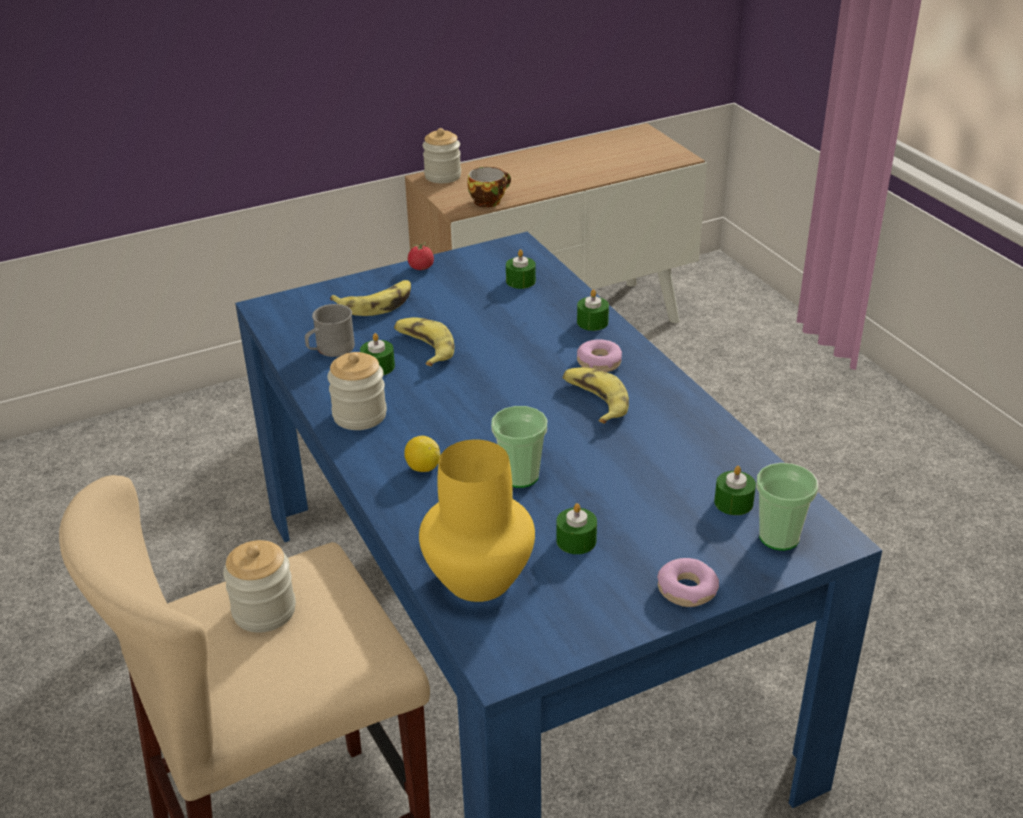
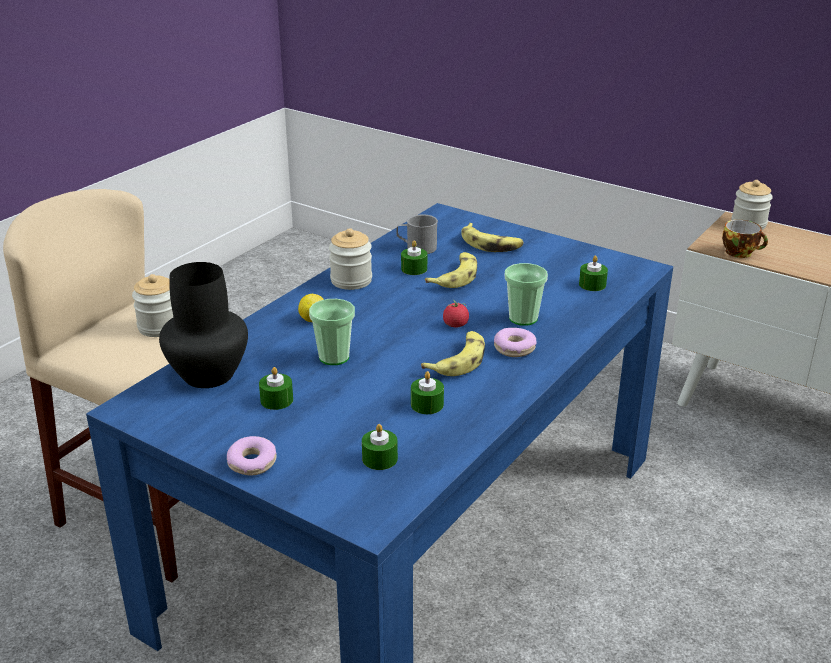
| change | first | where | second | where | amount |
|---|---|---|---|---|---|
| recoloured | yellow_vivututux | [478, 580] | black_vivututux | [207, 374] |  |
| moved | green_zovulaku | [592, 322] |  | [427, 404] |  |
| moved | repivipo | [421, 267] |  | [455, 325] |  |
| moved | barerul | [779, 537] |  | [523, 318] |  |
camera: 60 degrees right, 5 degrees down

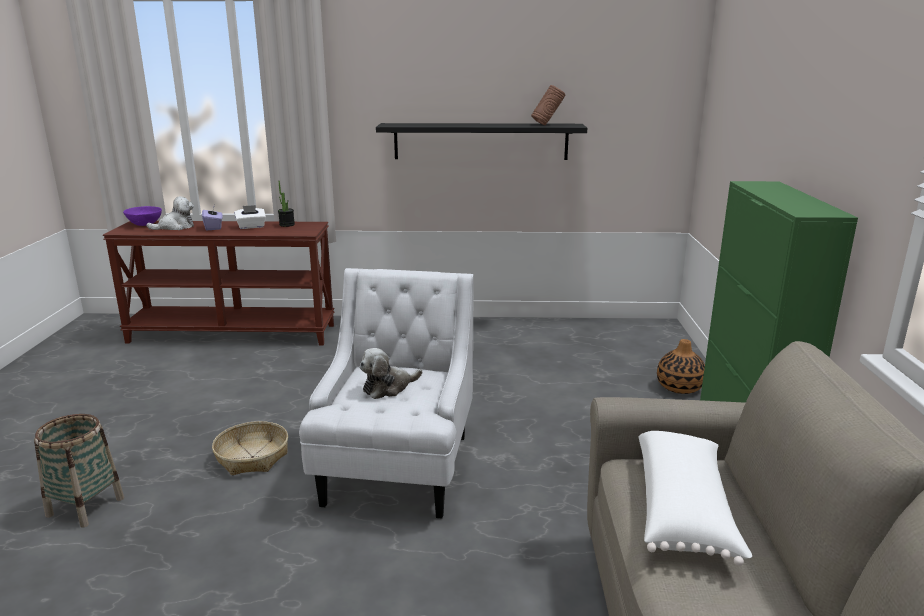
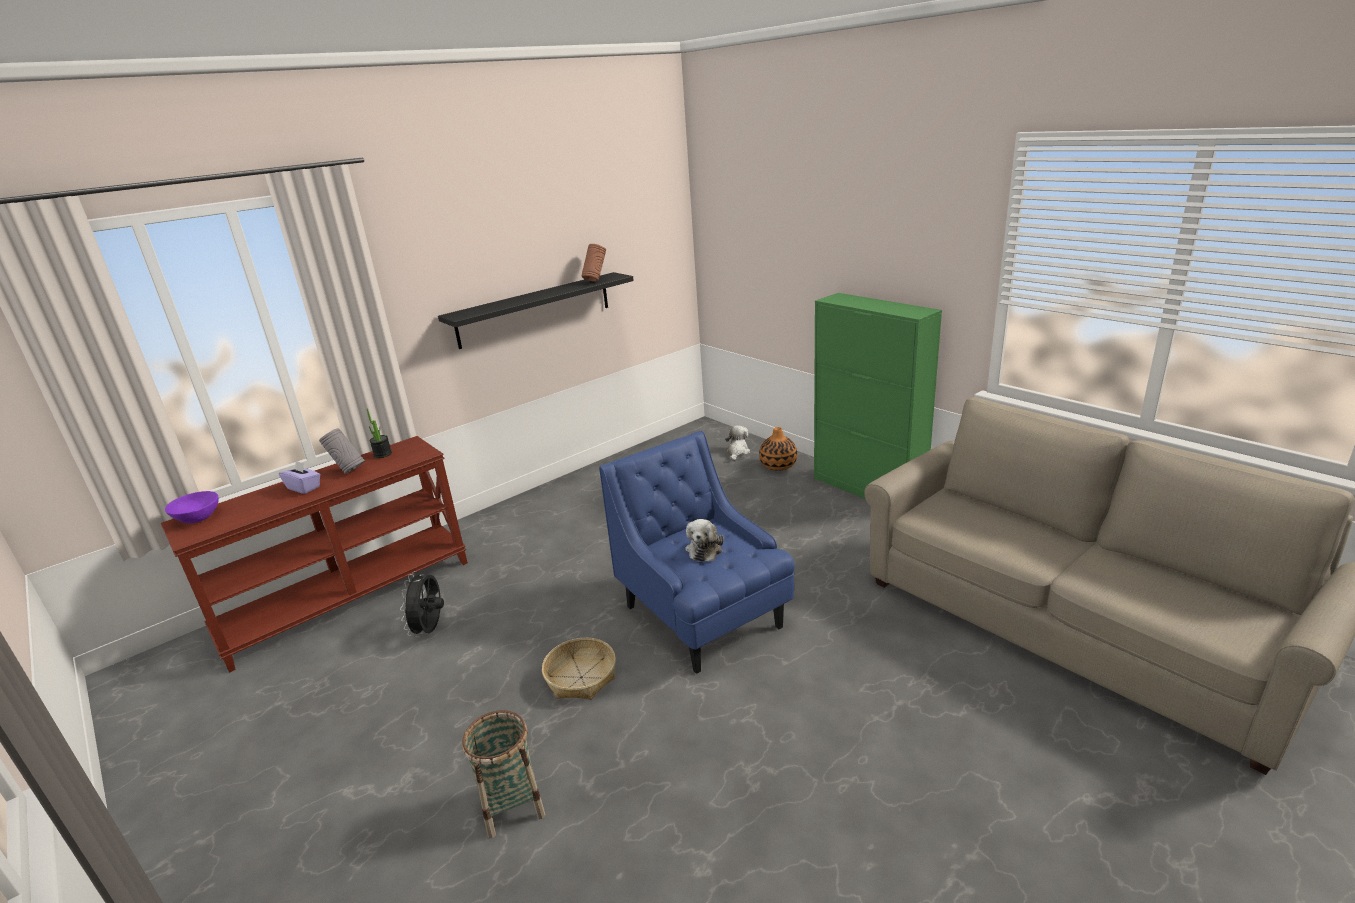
| change | first | where | second | where | amount |
|---|---|---|---|---|---|
| replaced | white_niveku | [251, 227] | grey_vivututux | [348, 470] |  |
| added |  |  | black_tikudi | [431, 630] |  |
| recoloured | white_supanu | [397, 470] | blue_supanu | [704, 618] |  |
| moved | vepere | [175, 227] |  | [737, 452] |  |
| removed | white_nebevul | [684, 511] |  |  |  |
camera: 40 degrees left, 5 degrees up

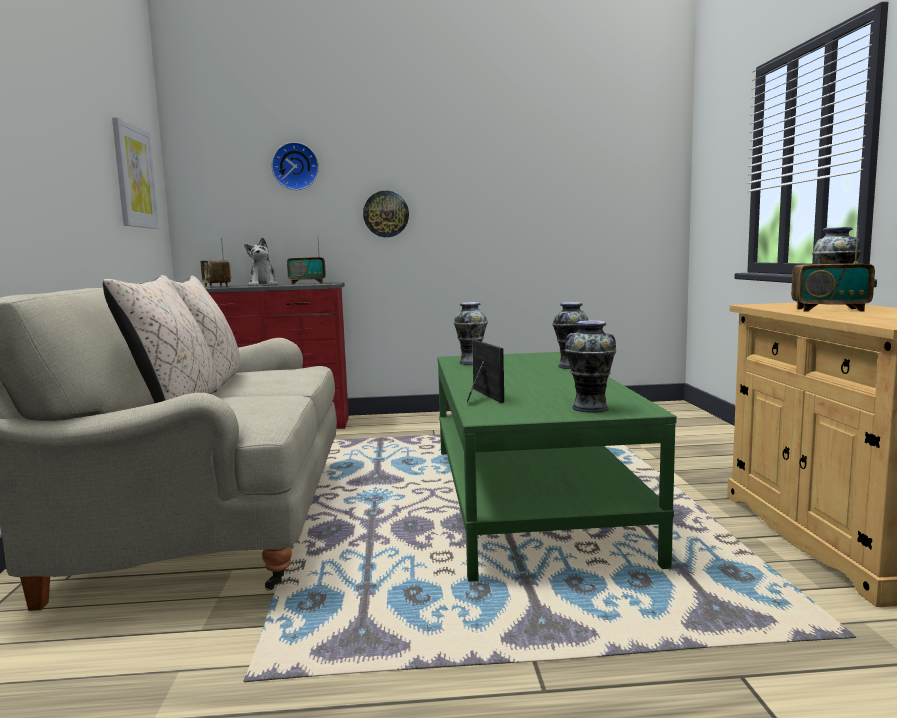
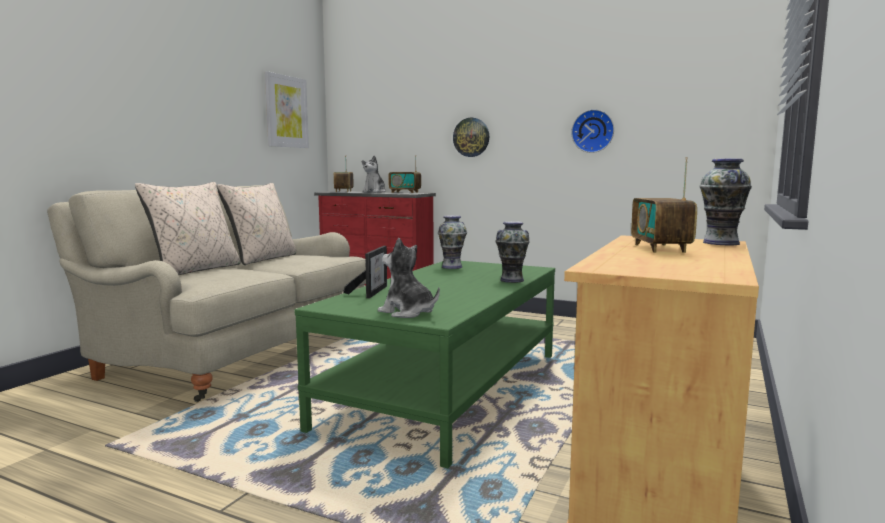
| change | first | where | second | where | amount |
|---|---|---|---|---|---|
| replaced | vivututux | [590, 408] | vepere | [407, 312] |  |
| moved | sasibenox | [295, 166] |  | [593, 131] |  |
| turned | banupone | [829, 310] |  | [660, 248] | 45 degrees clockwise |
camera: 30 degrees right, 0 degrees up

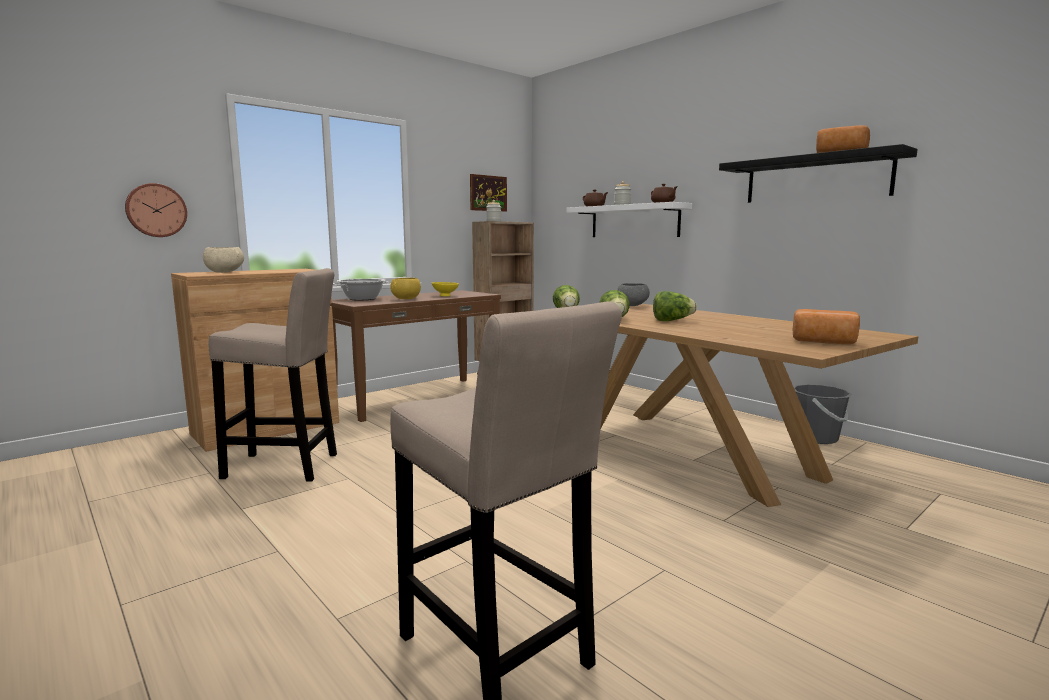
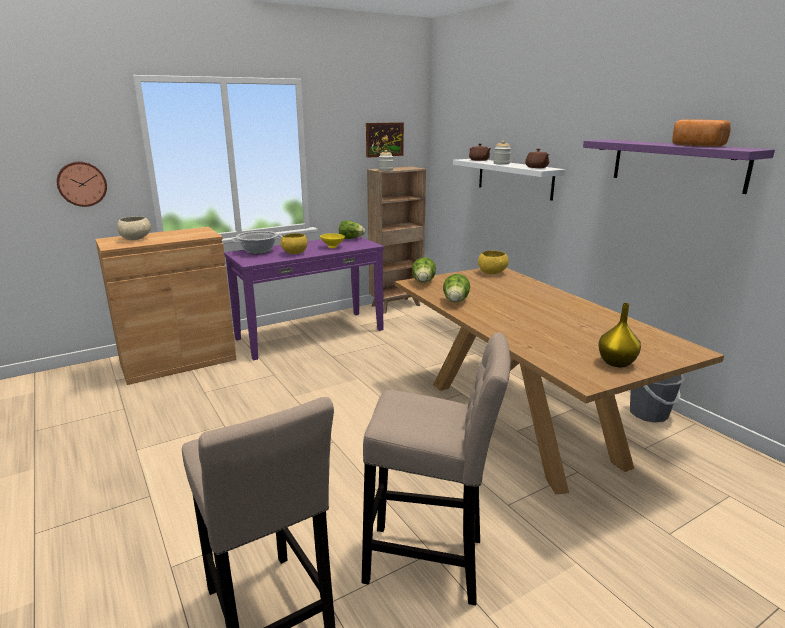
| change | first | where | second | where | amount |
|---|---|---|---|---|---|
| recoloured | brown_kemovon | [418, 398] | purple_kemovon | [310, 334] |  |
| moved | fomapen | [672, 320] |  | [351, 239] |  |
| moved | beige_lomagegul | [287, 467] |  | [431, 563] |  |
| recoloured | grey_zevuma | [632, 306] | yellow_zevuma | [492, 273] |  |
| recoloured | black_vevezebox | [816, 179] | purple_vevezebox | [677, 164] |  |
| replaced | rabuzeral | [823, 342] | yellow_vivututux | [616, 362] |  |
camera: 10 degrees right, 10 degrees up

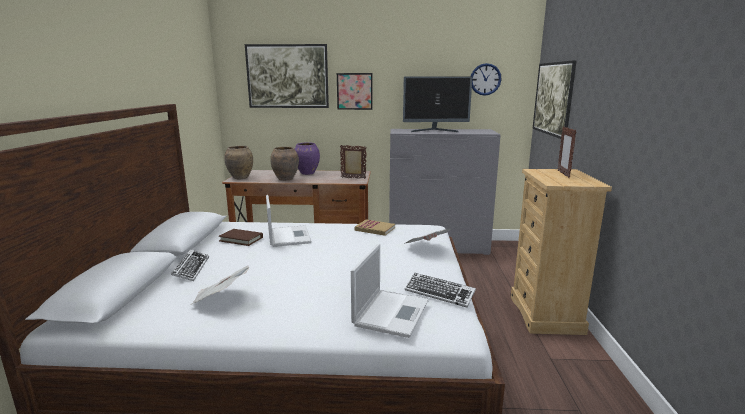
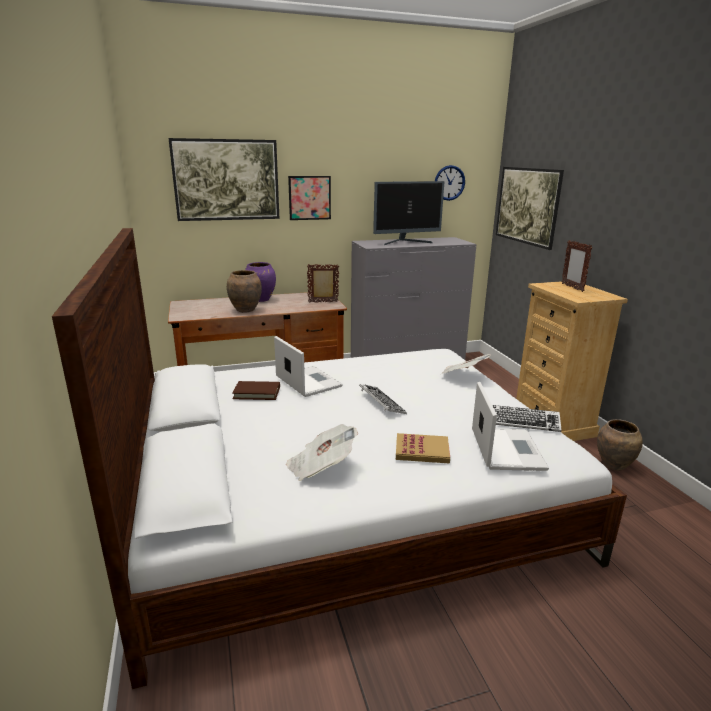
| change | first | where | second | where | amount |
|---|---|---|---|---|---|
| moved | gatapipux | [191, 268] |  | [381, 403] |  |
| moved | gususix | [375, 229] |  | [422, 451] |  |
| moved | brown_vivututux | [240, 178] |  | [614, 465] |  |
camera: 20 degrees left, 5 degrees up

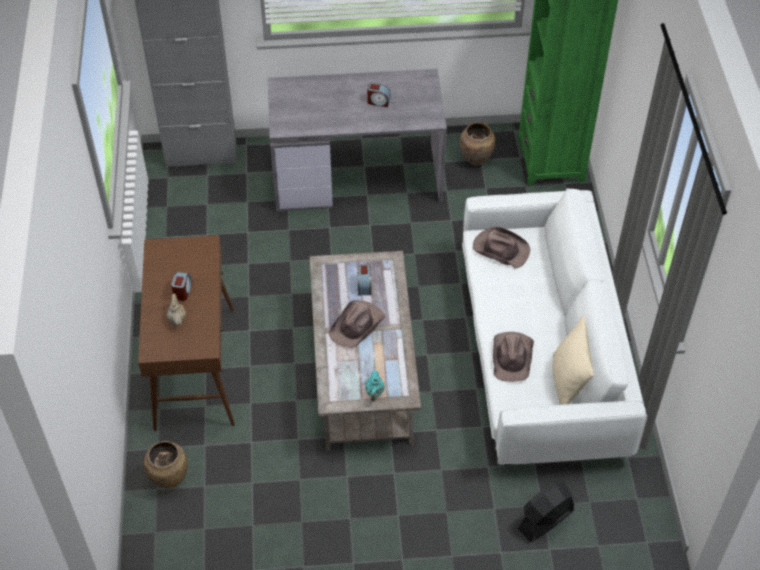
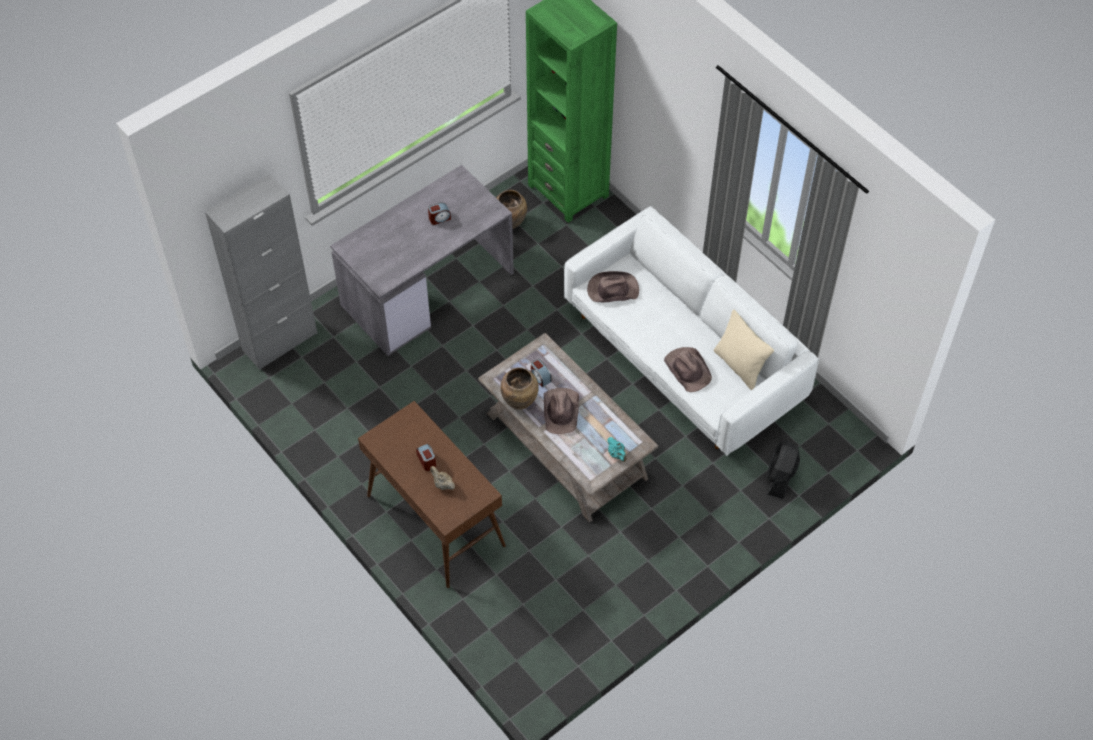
| change | first | where | second | where | amount |
|---|---|---|---|---|---|
| moved | brown_vivututux | [170, 479] |  | [520, 402] |  |
camera: 35 degrees left, 5 degrees up

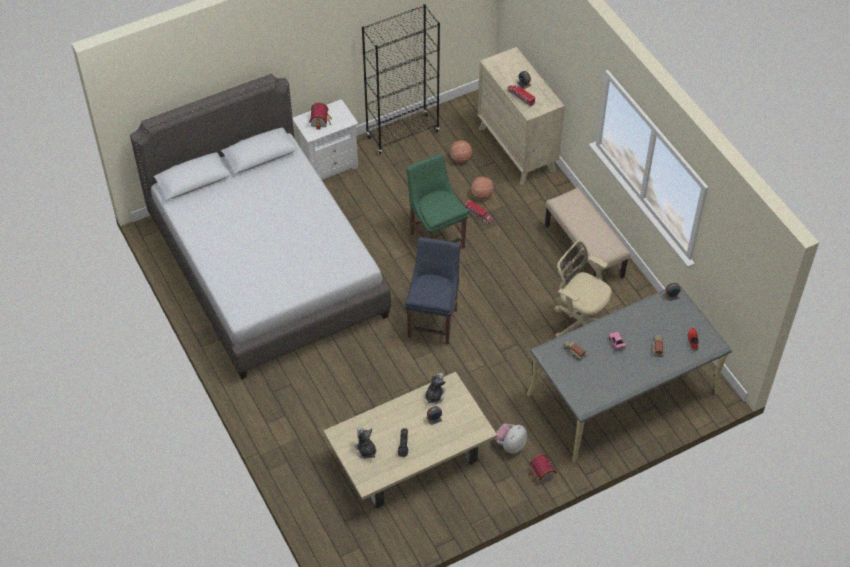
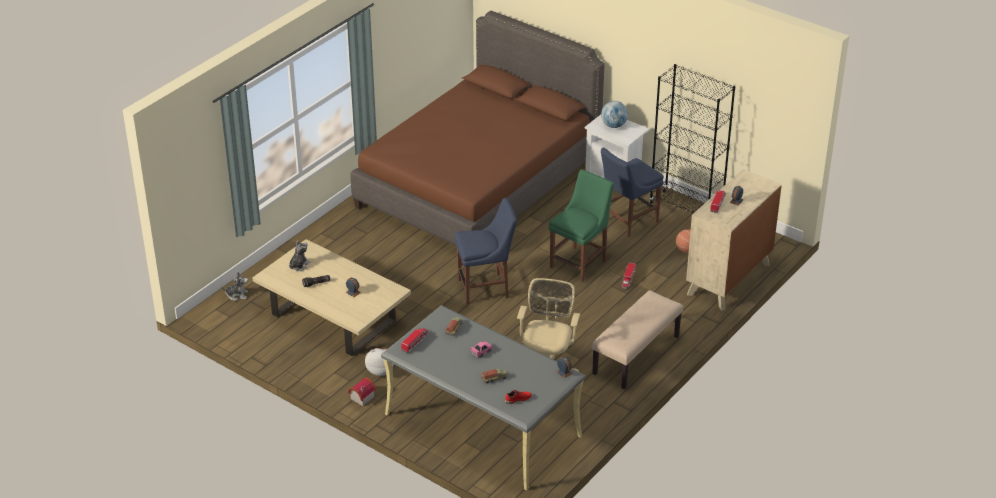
| change | first | where | second | where | amount |
|---|---|---|---|---|---|
| moved | vepere | [434, 395] |  | [237, 295] |  |
| recoloured | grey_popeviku | [267, 267] | brown_popeviku | [477, 184] |  |
| added |  |  | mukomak | [415, 342] |  |
| replaced | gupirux | [320, 121] | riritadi | [614, 125] |  |
| added |  |  | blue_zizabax | [627, 222] |  |
| removed | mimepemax | [482, 195] |  |  |  |
camera: 65 degrees right, 15 degrees down

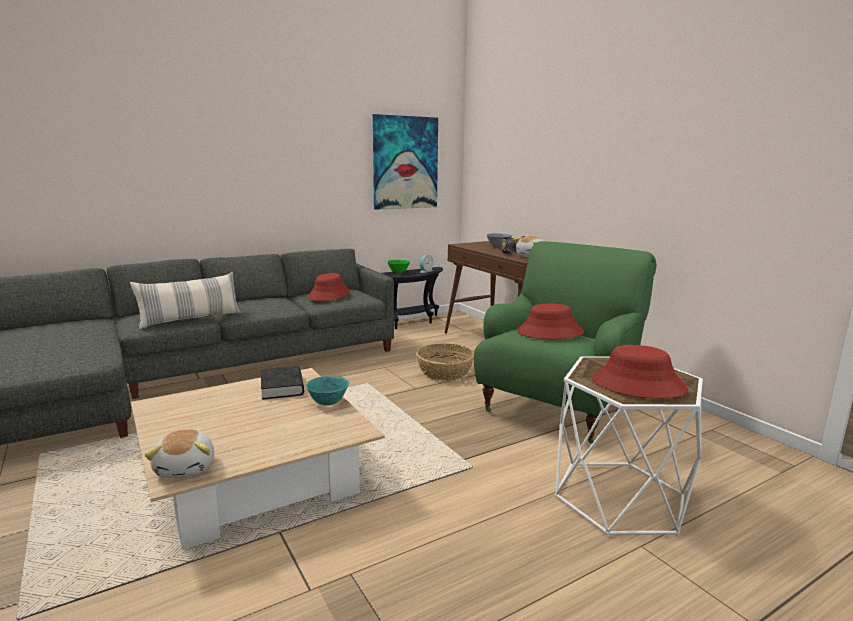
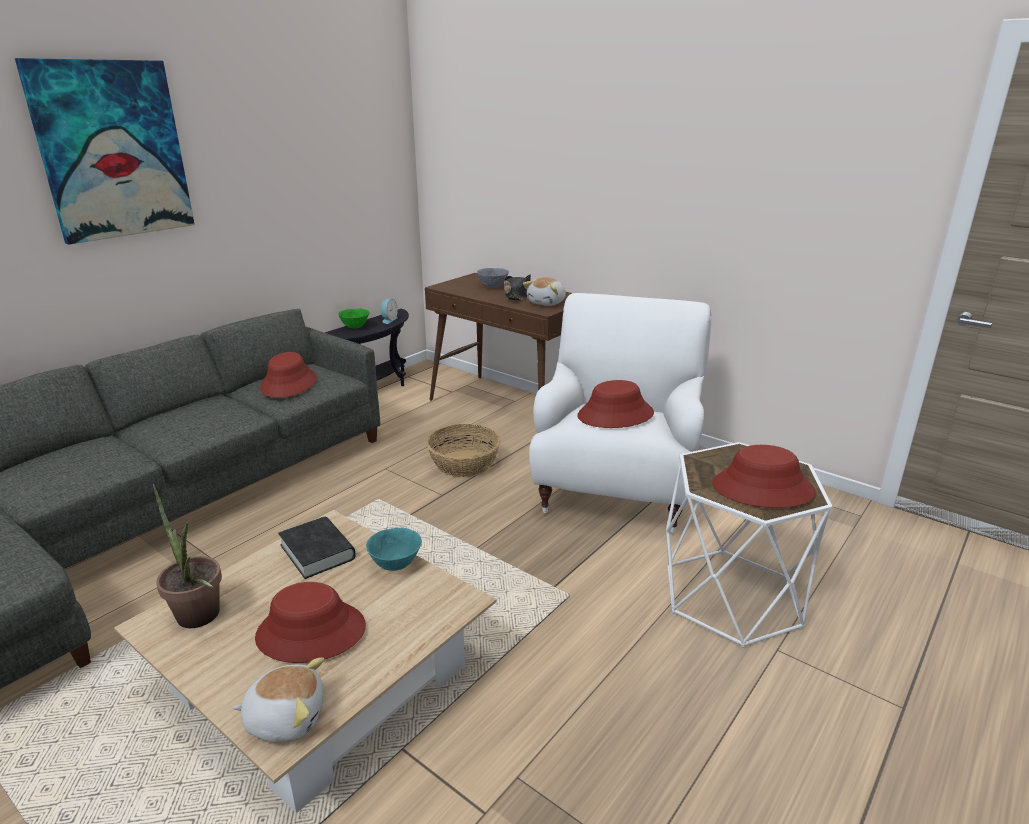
| change | first | where | second | where | amount |
|---|---|---|---|---|---|
| moved | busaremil | [405, 163] |  | [113, 150] |  |
| added |  |  | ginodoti | [201, 620] |  |
| turned | vepere | [186, 467] |  | [286, 717] | 60 degrees counterclockwise |
| added |  |  | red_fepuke | [310, 632] |  |
| recoloured | green_supanu | [558, 408] | white_supanu | [617, 490] |  |
| removed | nebevul | [190, 319] |  |  |  |
camera: 20 degrees left, 10 degrees up

